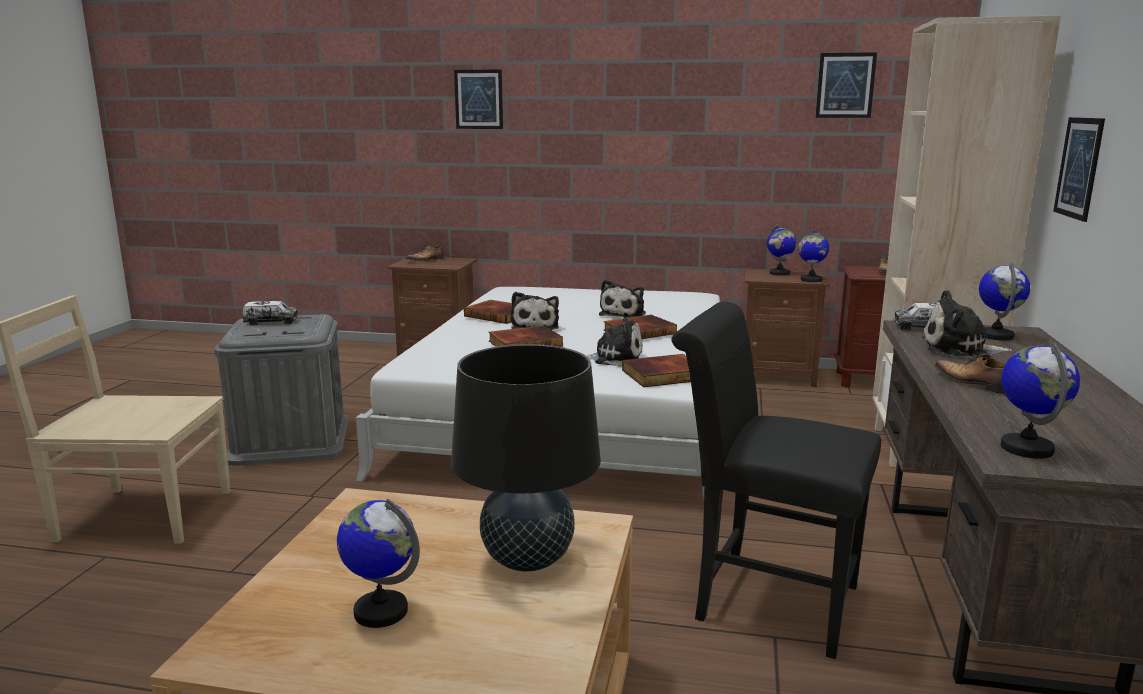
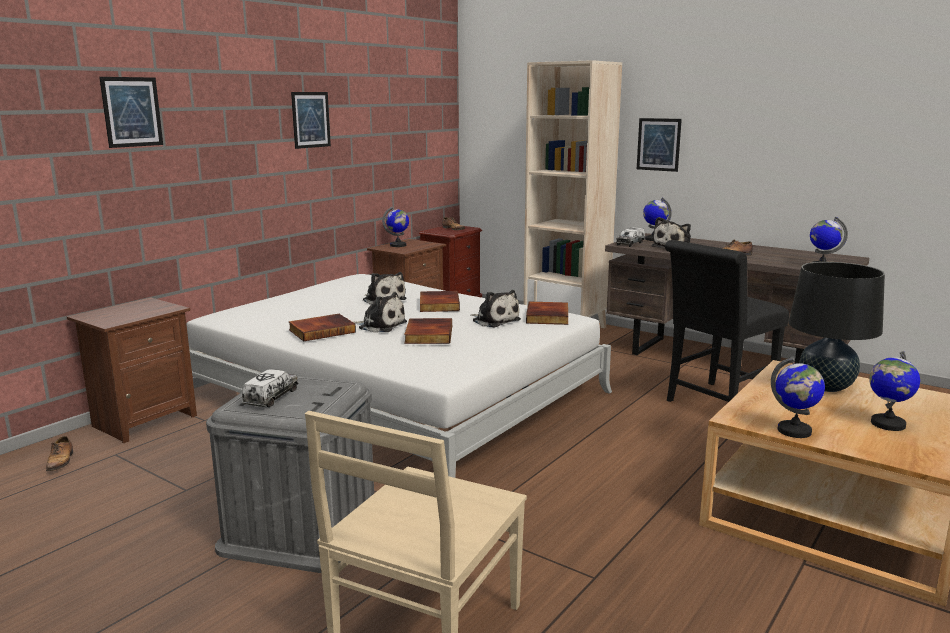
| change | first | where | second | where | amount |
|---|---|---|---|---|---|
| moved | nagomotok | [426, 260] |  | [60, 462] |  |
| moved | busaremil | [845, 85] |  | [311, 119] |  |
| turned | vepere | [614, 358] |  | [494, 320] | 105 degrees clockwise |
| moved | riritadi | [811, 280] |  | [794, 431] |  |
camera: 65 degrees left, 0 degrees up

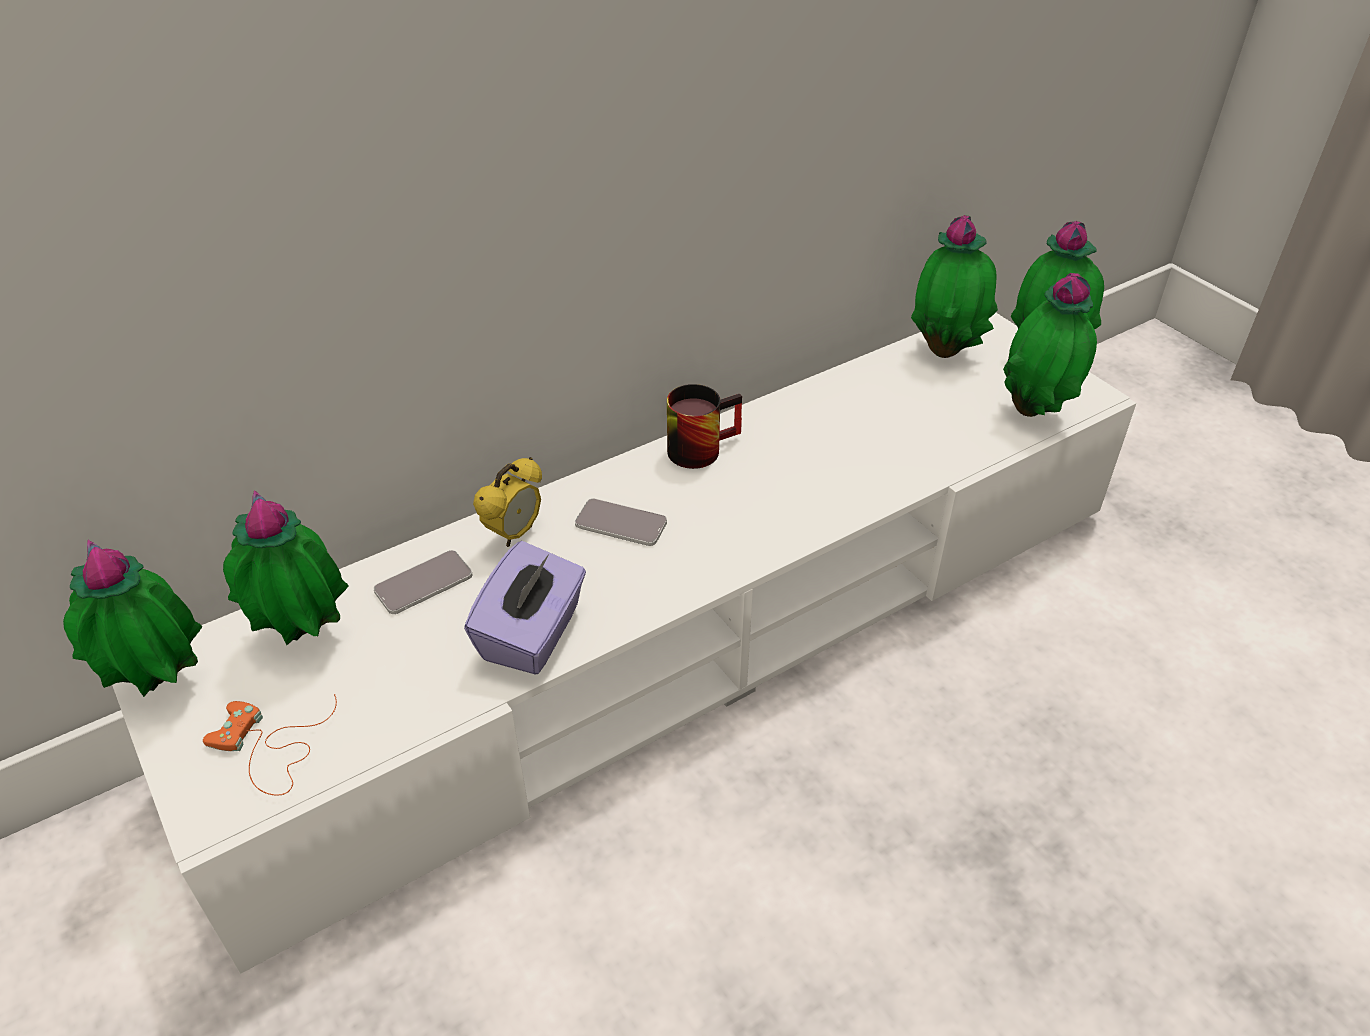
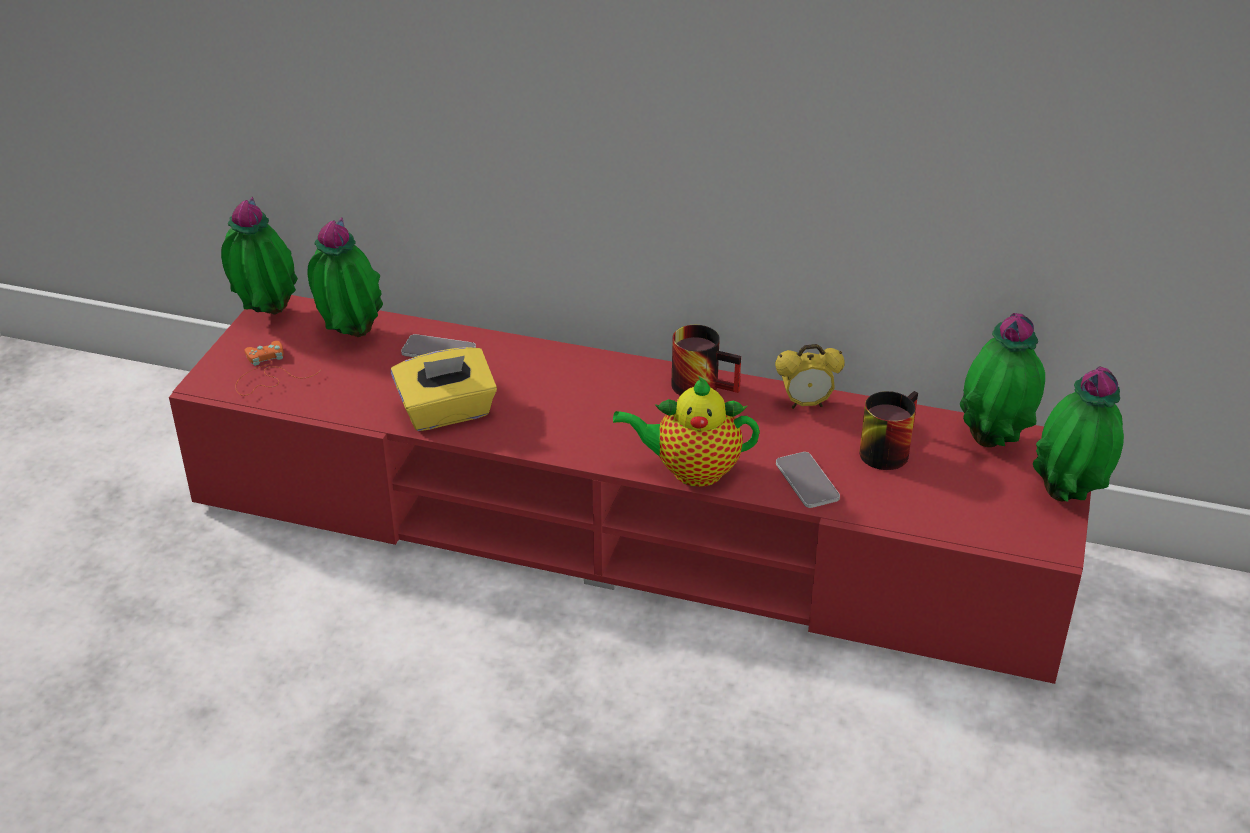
| change | first | where | second | where | amount |
|---|---|---|---|---|---|
| recoloured | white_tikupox | [687, 633] | red_tikupox | [627, 529] |  |
| recoloured | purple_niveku | [533, 634] | yellow_niveku | [447, 412] |  |
| added |  |  | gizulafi | [691, 471] |  |
| moved | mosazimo | [514, 534] |  | [806, 404] |  |
| moved | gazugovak | [621, 523] |  | [807, 481] |  |
| added |  |  | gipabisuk | [885, 448] |  |
| removed | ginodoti | [1036, 412] |  |  |  |
camera: 50 degrees right, 5 degrees down

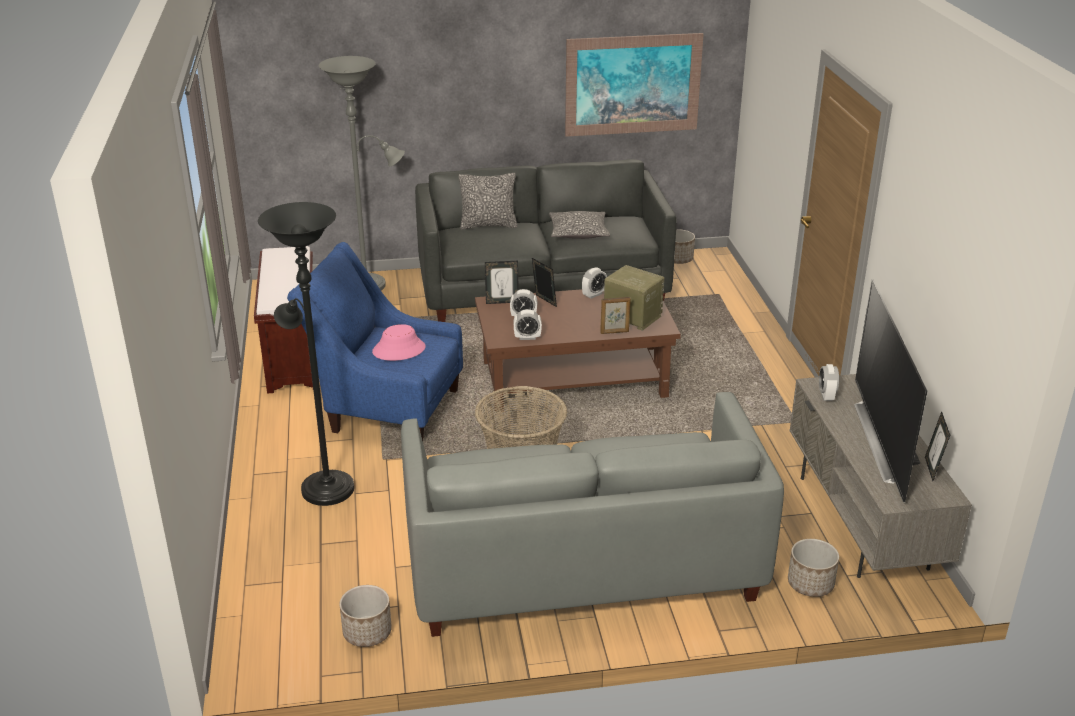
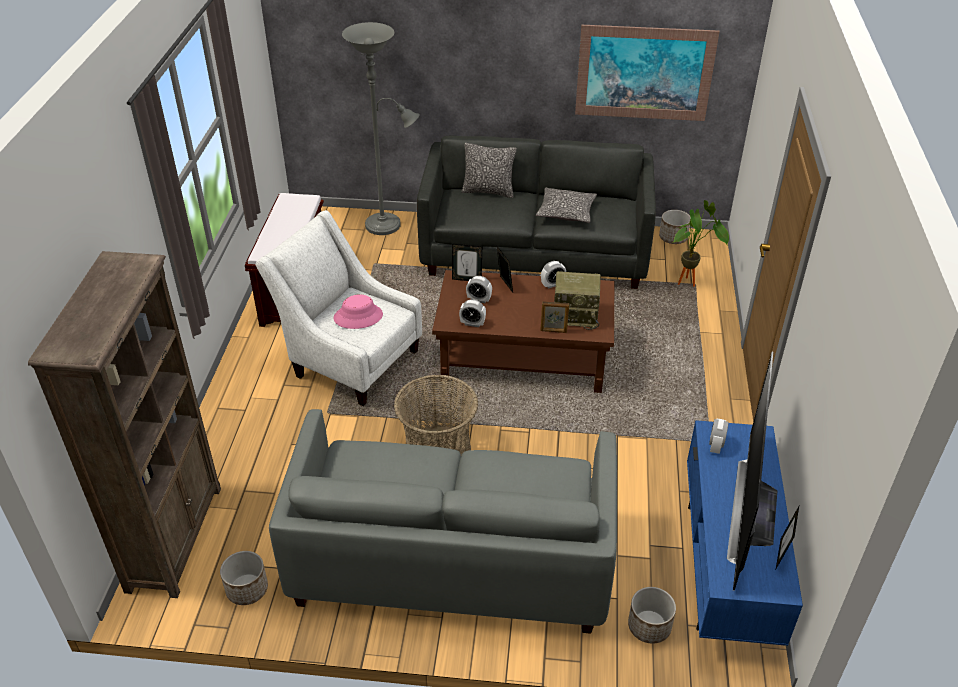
| change | first | where | second | where | amount |
|---|---|---|---|---|---|
| added |  |  | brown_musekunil | [175, 537] |  |
| recoloured | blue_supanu | [386, 409] | white_supanu | [350, 360] |  |
| turned | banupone | [631, 317] |  | [576, 316] | 135 degrees clockwise |
| added |  |  | ginodoti | [691, 283] |  |
| recoloured | grey_tikupox | [863, 522] | blue_tikupox | [728, 569] |  |
| removed | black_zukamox | [324, 486] |  |  |  |
camera: 15 degrees right, 10 degrees up

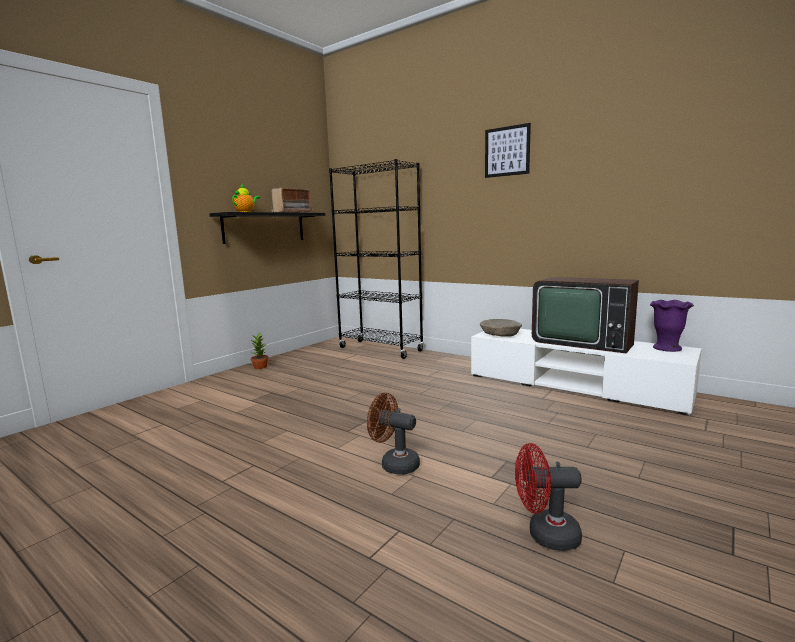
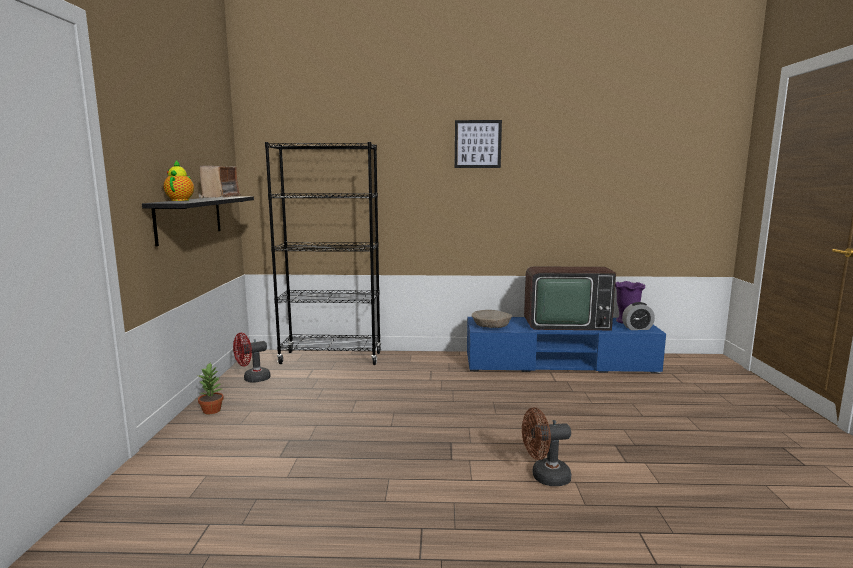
| change | first | where | second | where | amount |
|---|---|---|---|---|---|
| moved | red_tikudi | [545, 535] |  | [252, 379] |  |
| recoloured | white_tikupox | [575, 385] | blue_tikupox | [559, 363] |  |
| added |  |  | mosazimo | [637, 328] |  |
camera: 35 degrees left, 0 degrees up

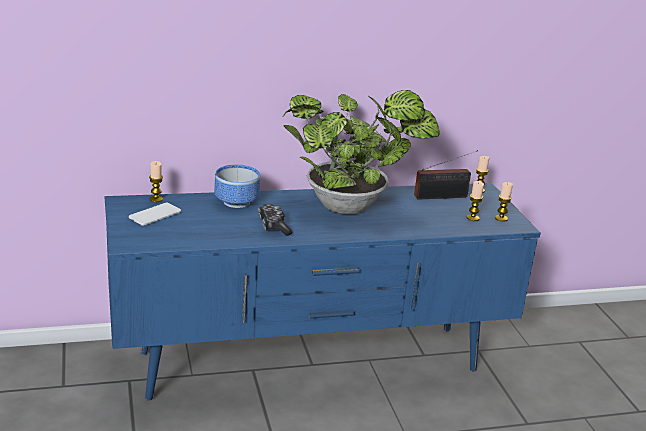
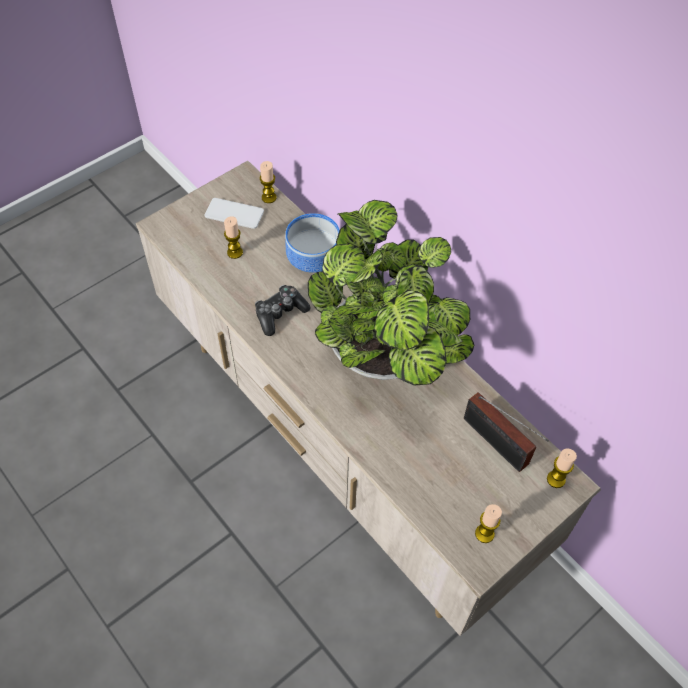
| change | first | where | second | where | amount |
|---|---|---|---|---|---|
| recoloured | blue_tikupox | [310, 363] | beige_tikupox | [341, 448] |  |
| moved | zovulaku | [472, 218] |  | [235, 252] |  |
camera: 65 degrees right, 30 degrees up

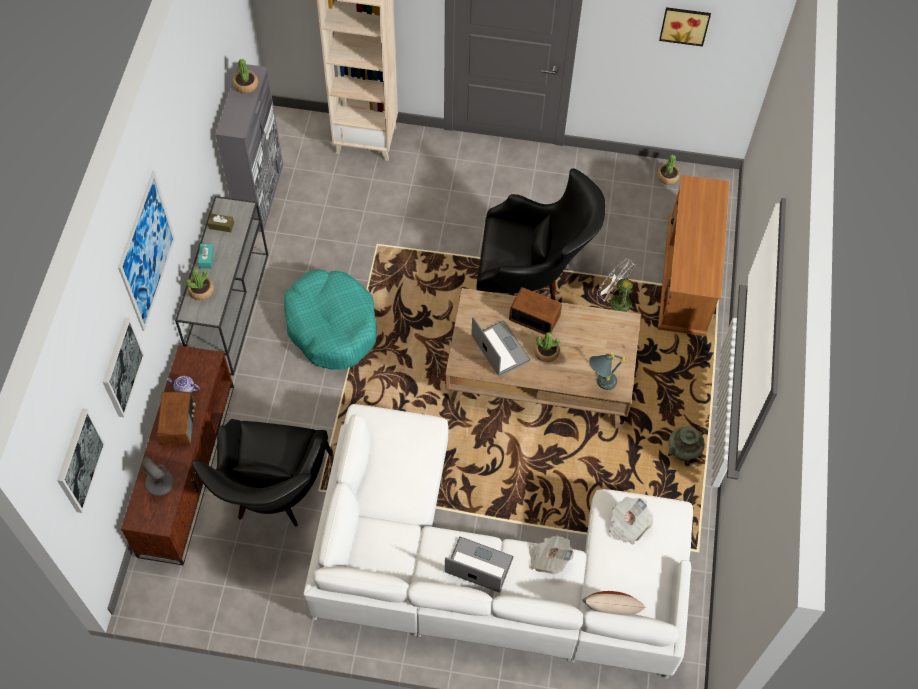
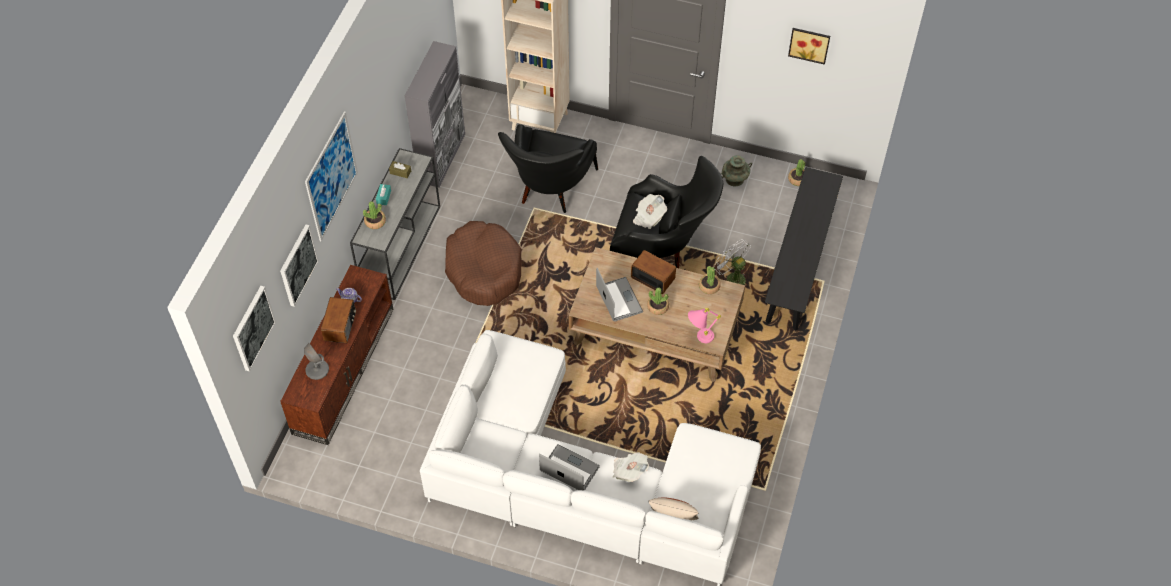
| change | first | where | second | where | amount |
|---|---|---|---|---|---|
| recoloured | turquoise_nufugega | [331, 326] | brown_nufugega | [484, 270] |  |
| moved | black_supanu | [273, 497] |  | [549, 192] |  |
| moved | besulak | [627, 525] |  | [649, 217] |  |
| recoloured | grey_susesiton | [600, 384] | pink_susesiton | [699, 337] |  |
| moved | ginodoti | [246, 85] |  | [709, 286] |  |
| moved | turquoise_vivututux | [683, 451] |  | [734, 179] |  |
| replaced | brown_tikupox | [687, 275] | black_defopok | [799, 263] |  |
camera: 10 degrees right, 5 degrees down

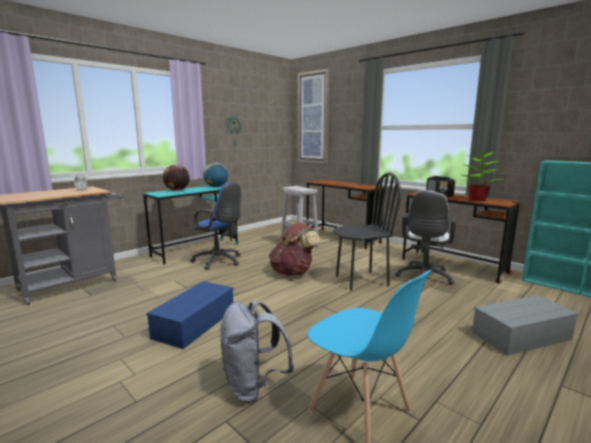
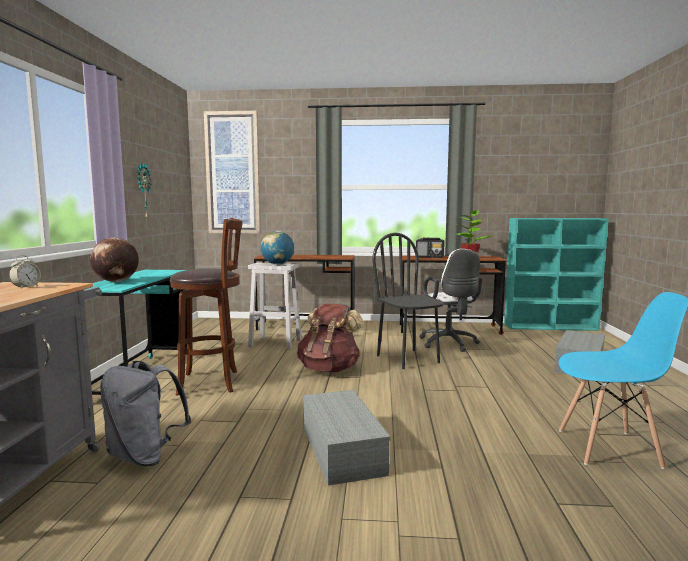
| change | first | where | second | where | amount |
|---|---|---|---|---|---|
| moved | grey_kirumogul | [253, 386] |  | [145, 456] |  |
| replaced | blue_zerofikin | [220, 261] | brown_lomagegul | [212, 382] |  |
| moved | riritadi | [216, 187] |  | [277, 264] |  |
| recoloured | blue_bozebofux | [195, 323] | grey_bozebofux | [340, 449] |  |
| turned | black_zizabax | [361, 280] |  | [408, 359] | 60 degrees counterclockwise |
camera: 40 degrees left, 5 degrees down

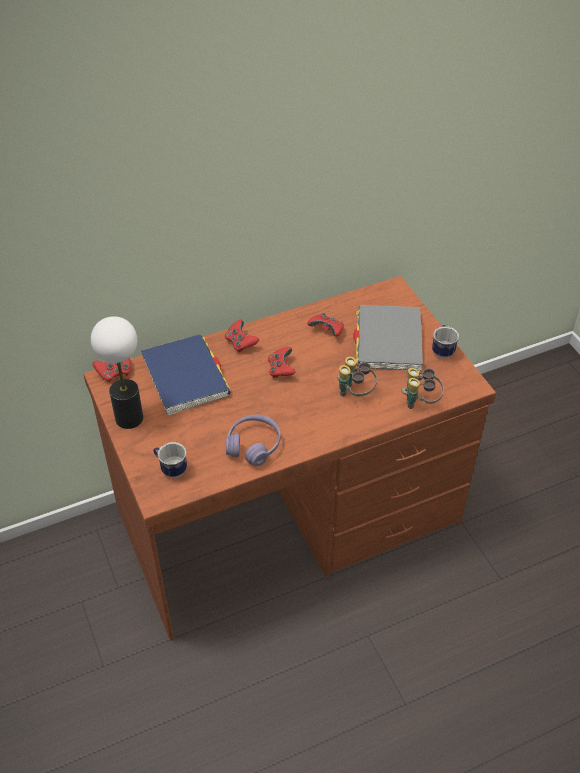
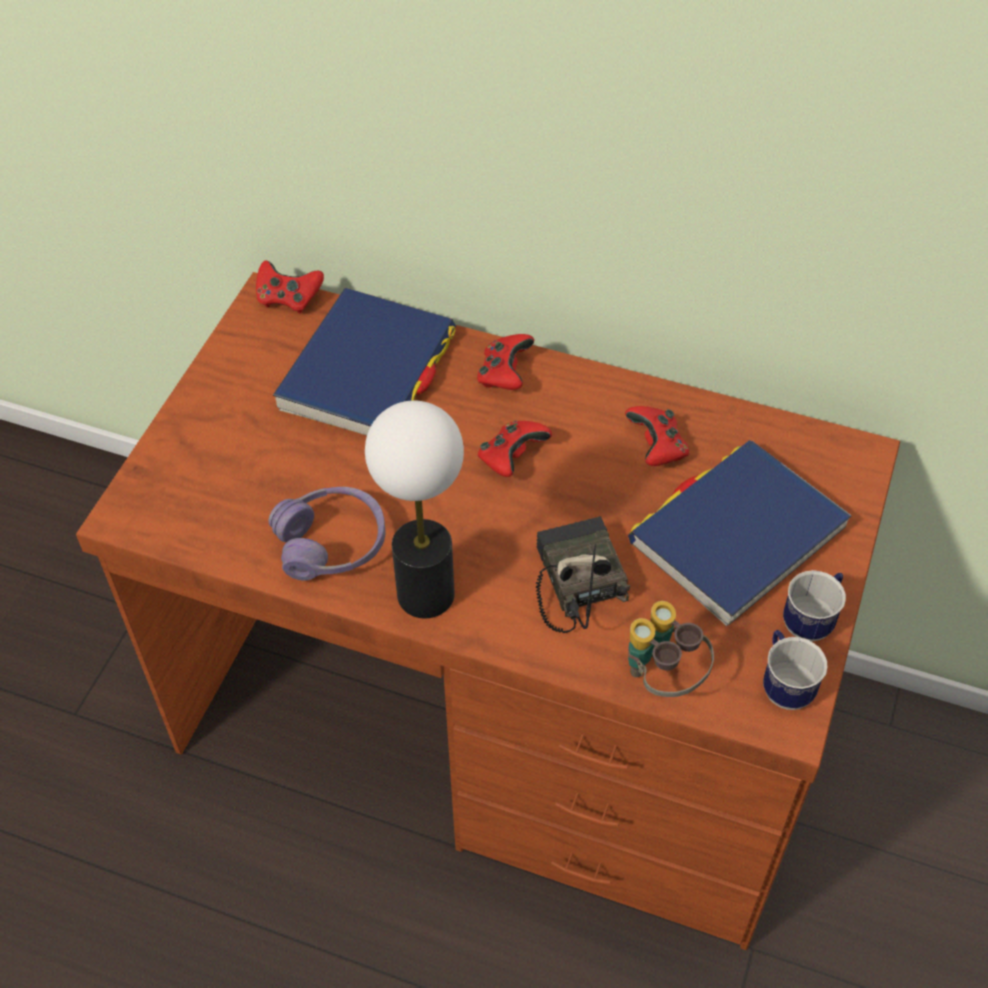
| change | first | where | second | where | amount |
|---|---|---|---|---|---|
| moved | susesiton | [129, 418] |  | [426, 595] |  |
| replaced | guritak | [355, 393] | banupone | [575, 580] |  |
| recoloured | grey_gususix | [388, 341] | blue_gususix | [737, 536] |  |
| moved | gipabisuk | [171, 469] |  | [784, 685] |  |
camera: 45 degrees right, 5 degrees up

